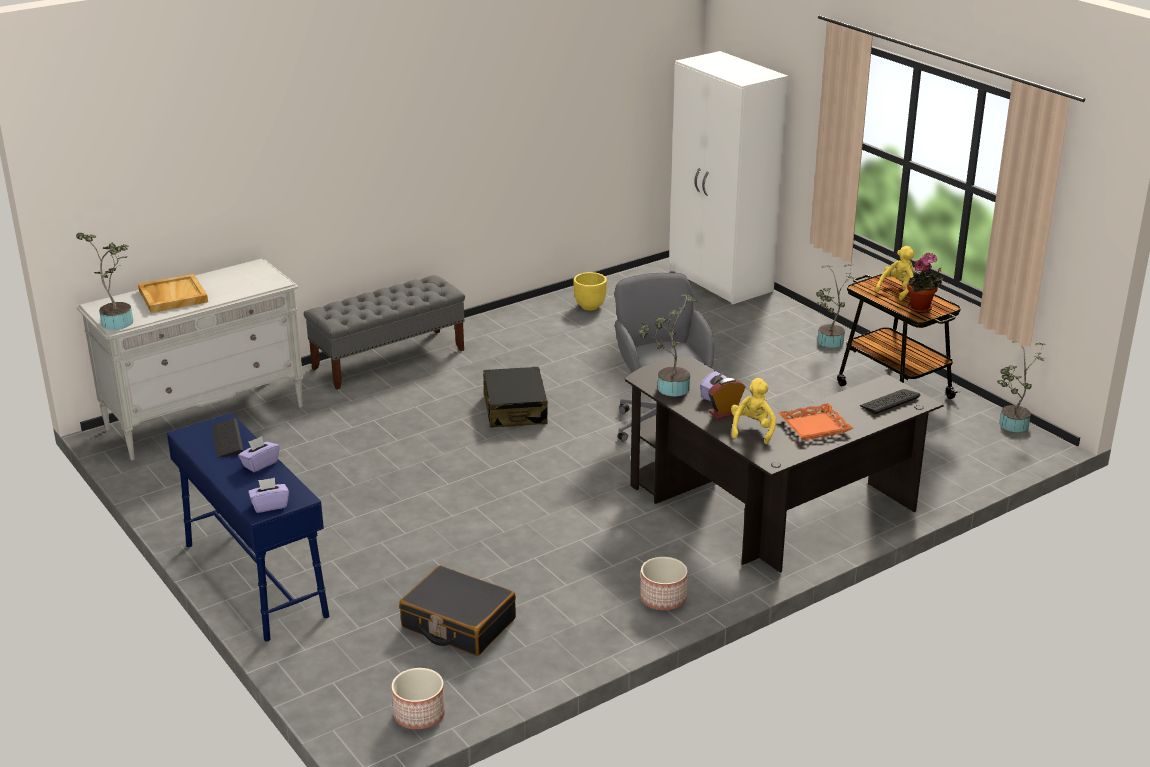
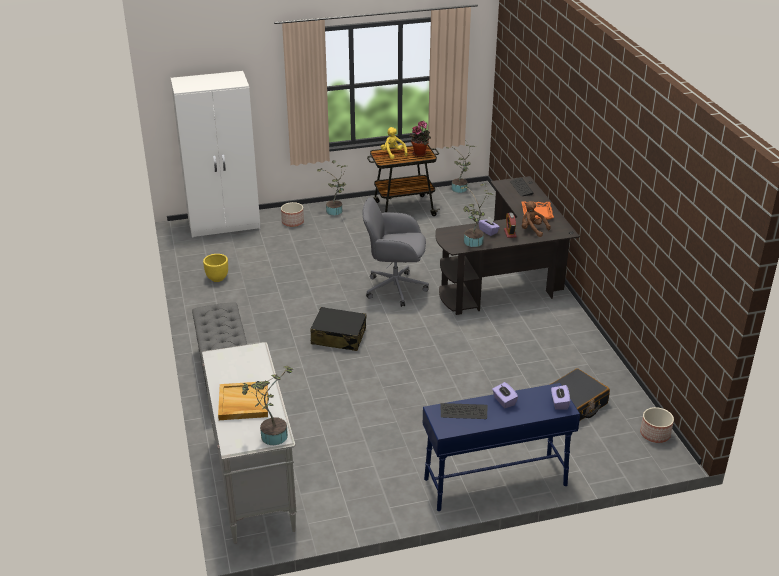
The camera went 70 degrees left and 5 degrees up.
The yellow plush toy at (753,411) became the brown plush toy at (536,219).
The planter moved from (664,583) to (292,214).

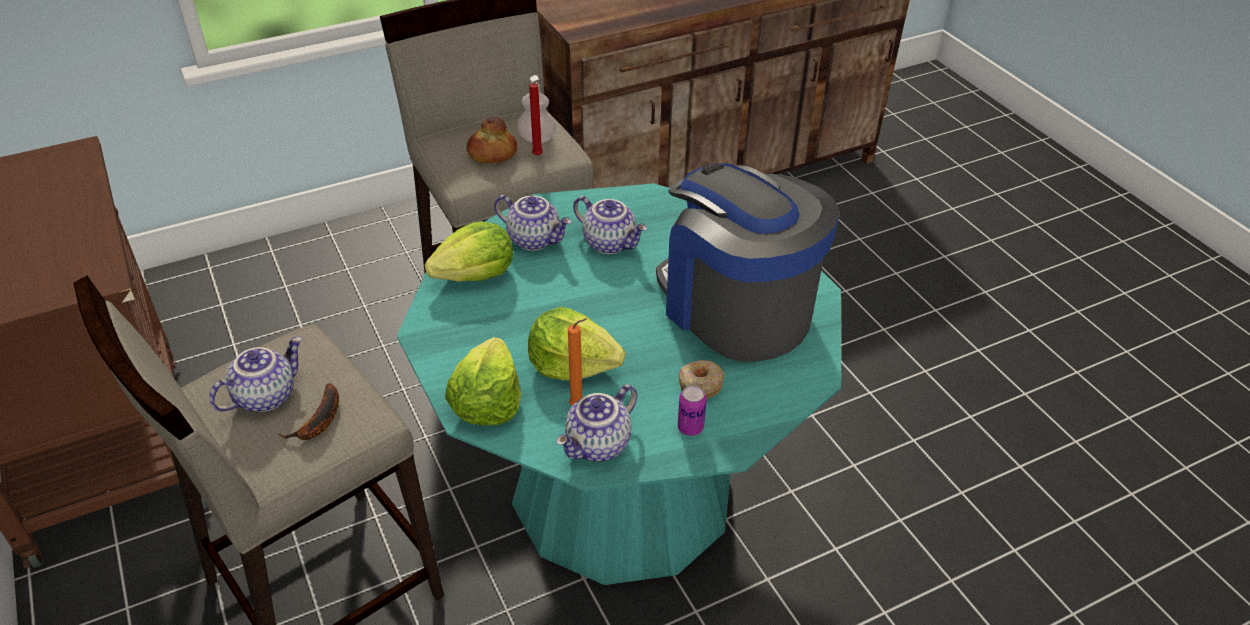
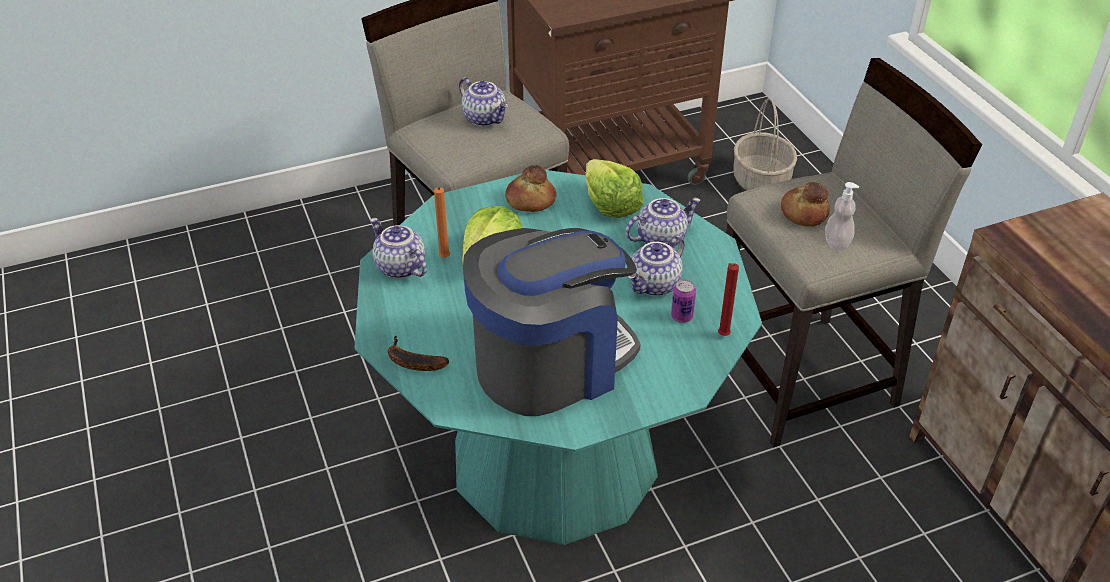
The camera went 95 degrees right and 0 degrees up.
The red candle moved from (536,117) to (728,299).
The teapot at (533,223) turned 150 degrees counterclockwise.
The lettuce at (483,381) disappeared.
The donut at (701,379) disappeared.
The banana moved from (308,412) to (418,353).
The can moved from (692,410) to (683,301).
The basket at (765,144) appeared.
The bread at (530,188) appeared.

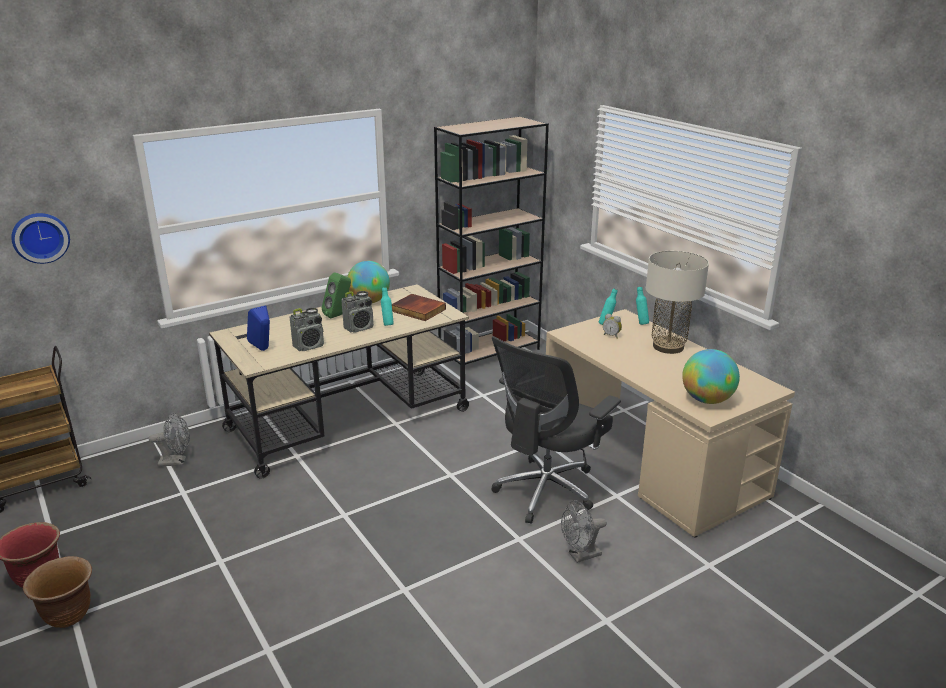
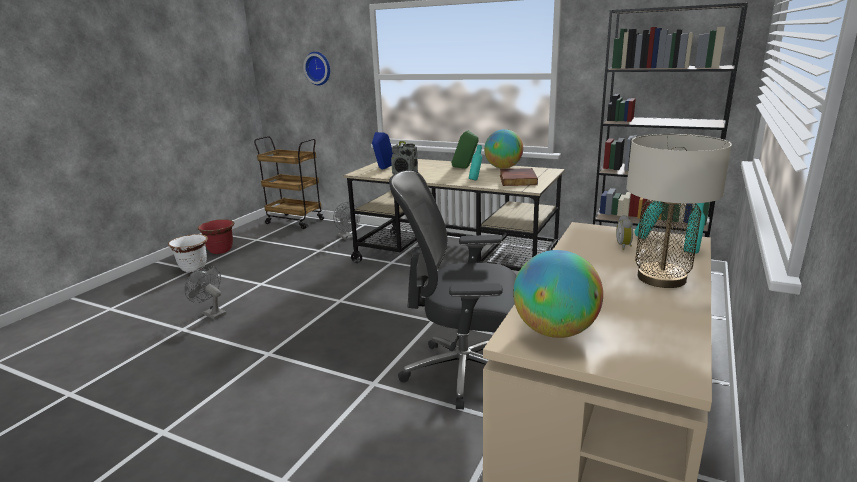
The camera went 60 degrees right and 5 degrees down.
The radio at (357,312) disappeared.
The grey fan moved from (584,531) to (205,293).
The brown planter at (57,592) became the white planter at (188,253).

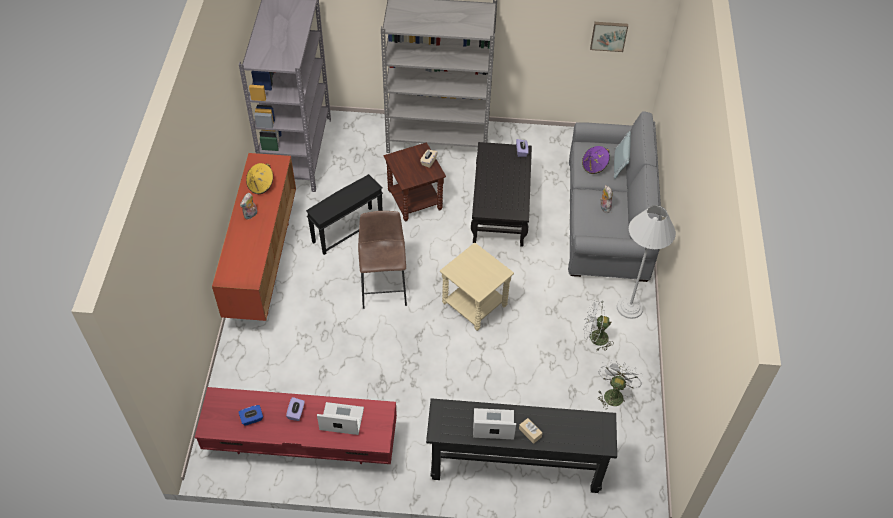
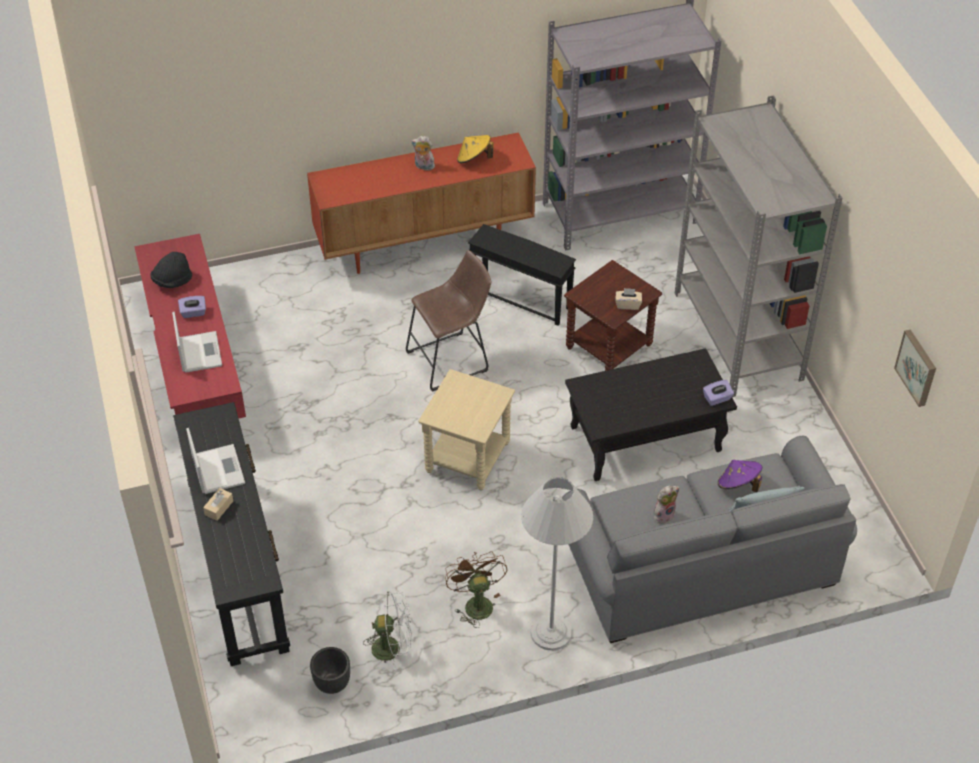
The camera went 70 degrees right and 5 degrees down.
The white fan at (599,325) became the brown fan at (476,589).
The blue tissue box at (250,415) was replaced by the black hat at (171,269).
The black planter at (330,670) appeared.

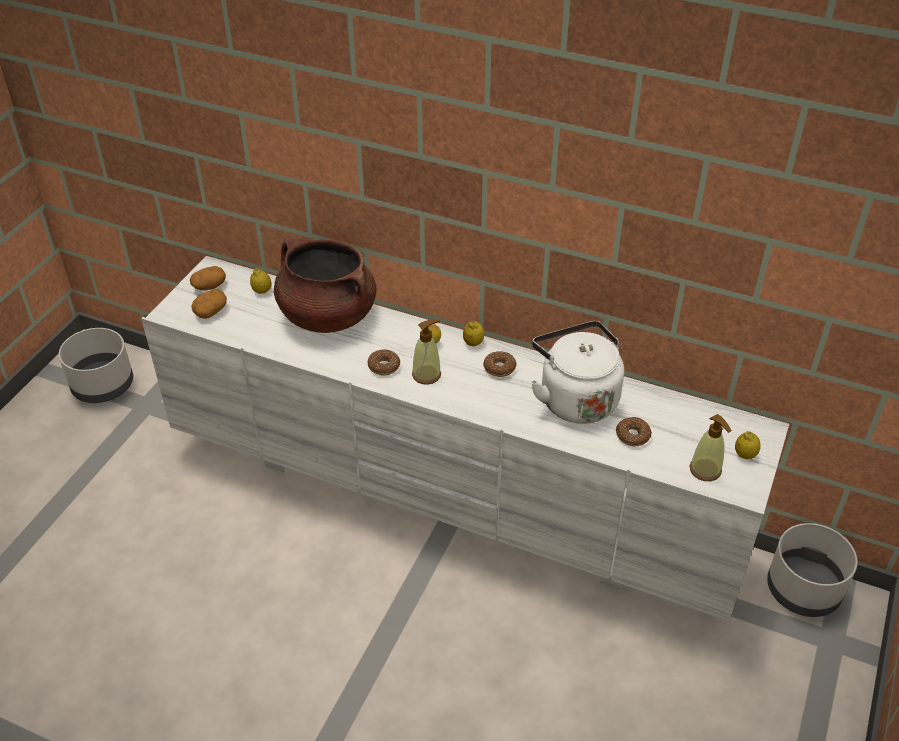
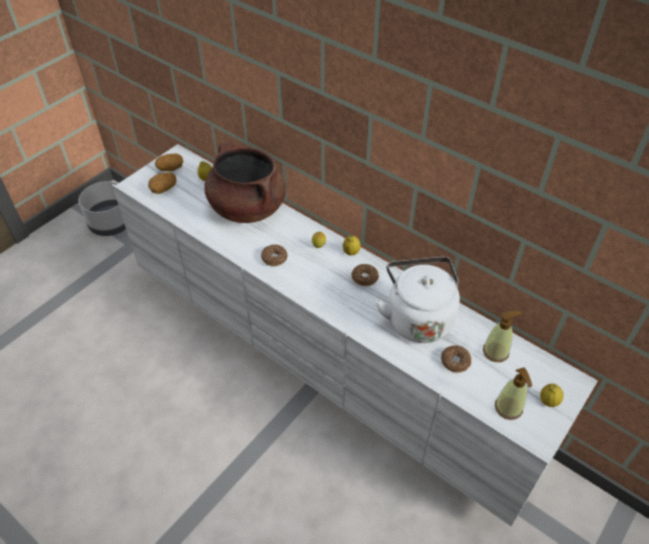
The camera went 15 degrees right and 5 degrees up.
The soap dispenser moved from (426,352) to (503,336).
The grey planter at (812,570) disappeared.

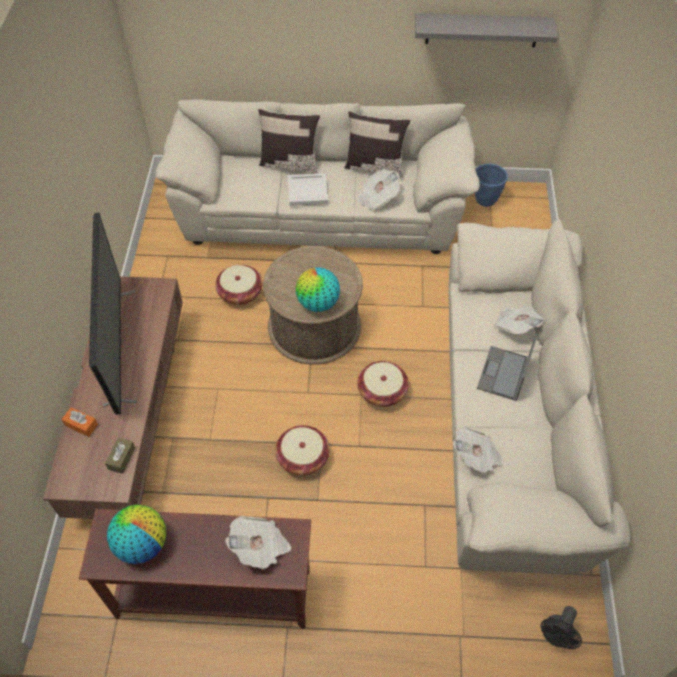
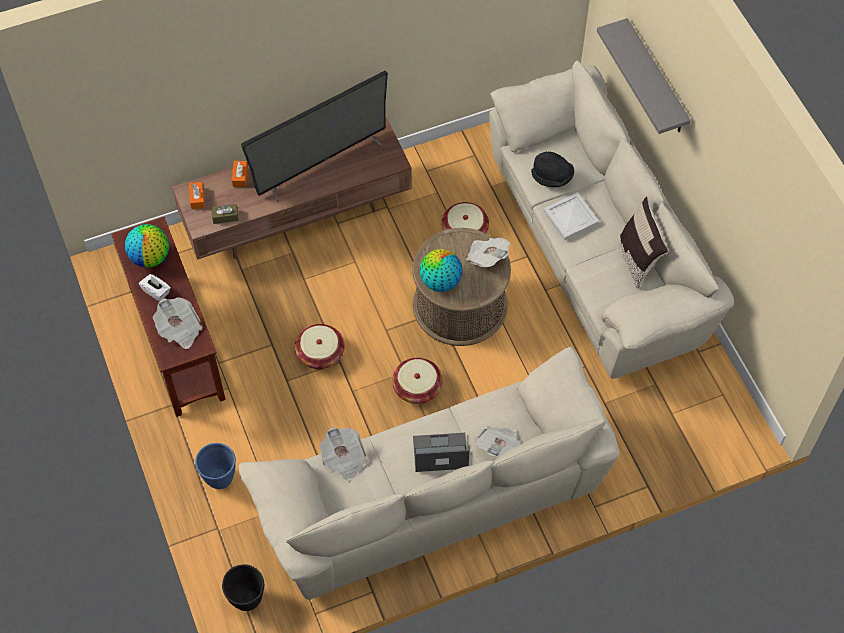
The camera went 65 degrees right and 5 degrees up.
The grey shelf moved from (486,30) to (644,76).
The pillow at (289,141) disappeared.
The blue planter moved from (491,185) to (215,466).
The newspaper moved from (378,190) to (488,252).
The black fan at (561,627) was replaced by the black planter at (243,587).
The black hat at (552,169) appeared.
The orange tissue box at (197,195) appeared.
The white tissue box at (155,288) appeared.

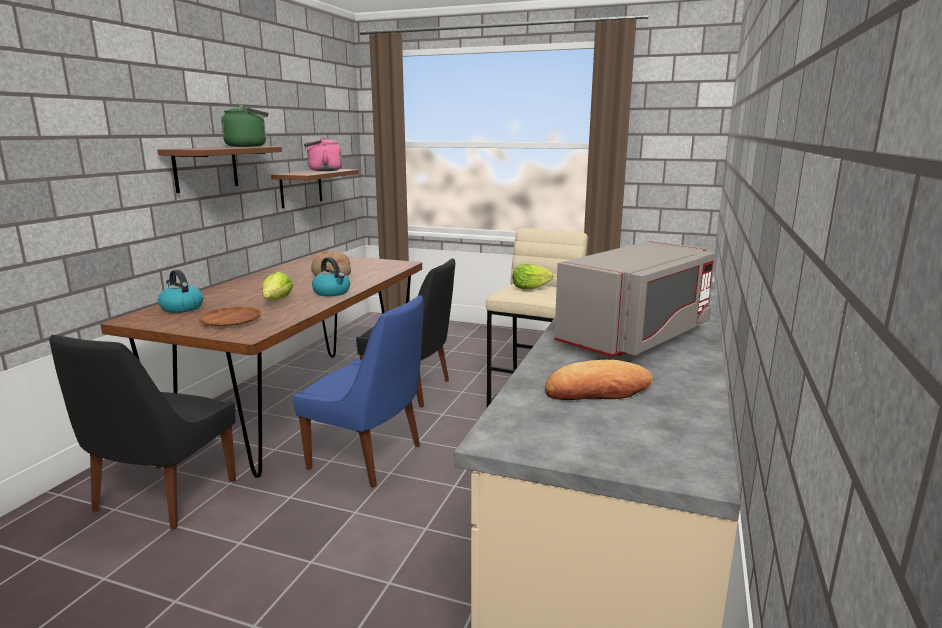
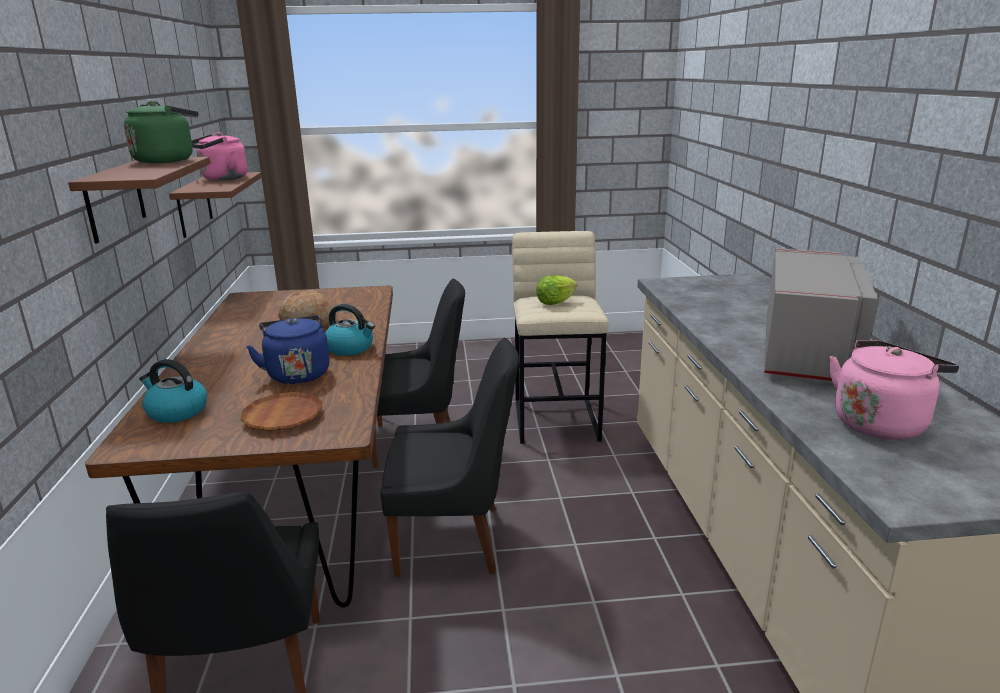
The camera went 25 degrees left and 5 degrees up.
The lettuce at (277,286) was replaced by the blue kettle at (288,349).
The blue chair at (358,391) became the black chair at (449,457).
The bread at (599,380) was replaced by the pink kettle at (894,390).

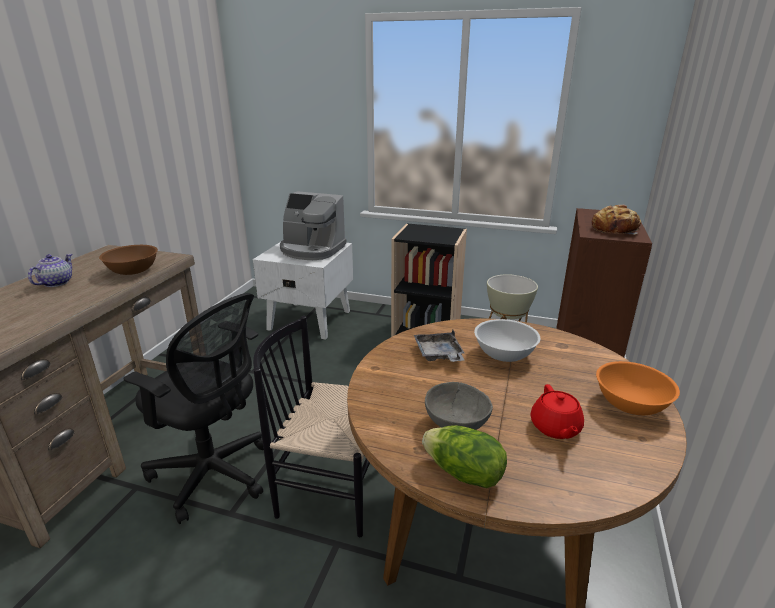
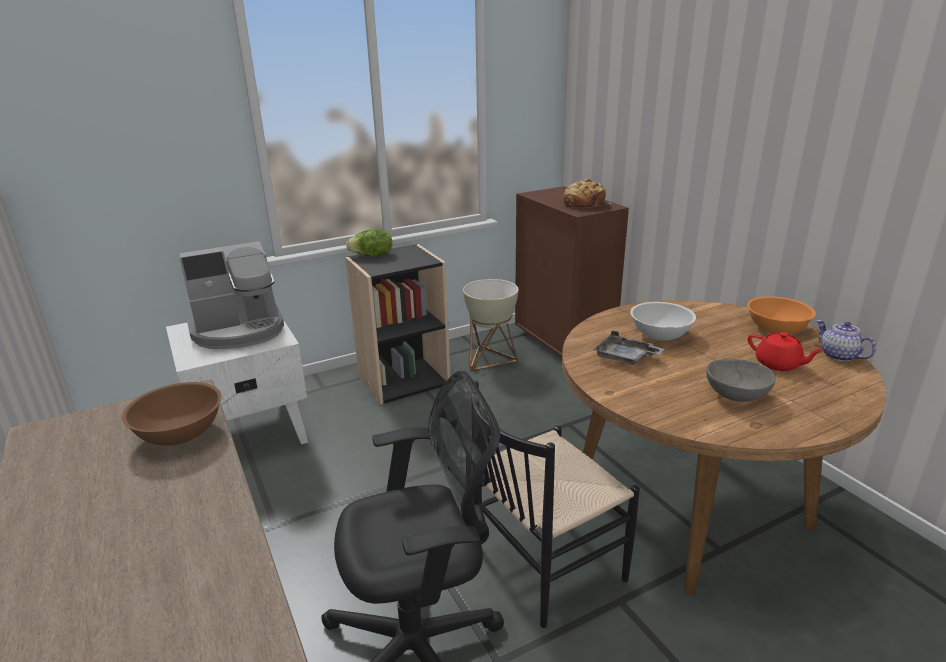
The camera went 45 degrees left and 0 degrees up.
The teapot moved from (50,270) to (846,341).
The lettuce moved from (464,456) to (369,242).

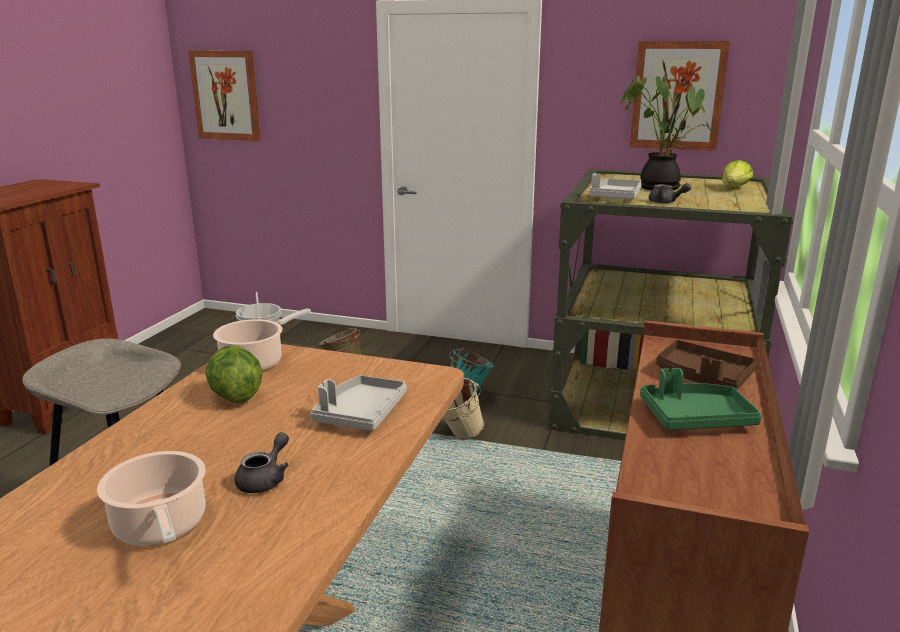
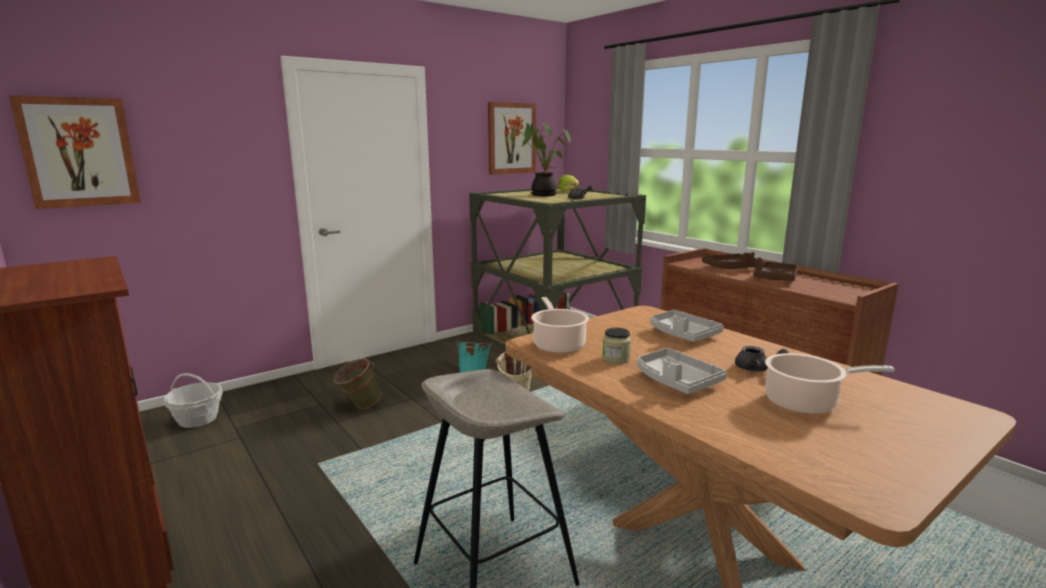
The camera went 55 degrees left and 5 degrees down.
The grey tray moved from (615,186) to (682,371).
The lettuce at (234,374) was replaced by the jar at (616,346).
The green tray at (701,399) became the brown tray at (775,269).
The grey teapot at (262,462) turned 150 degrees clockwise.

